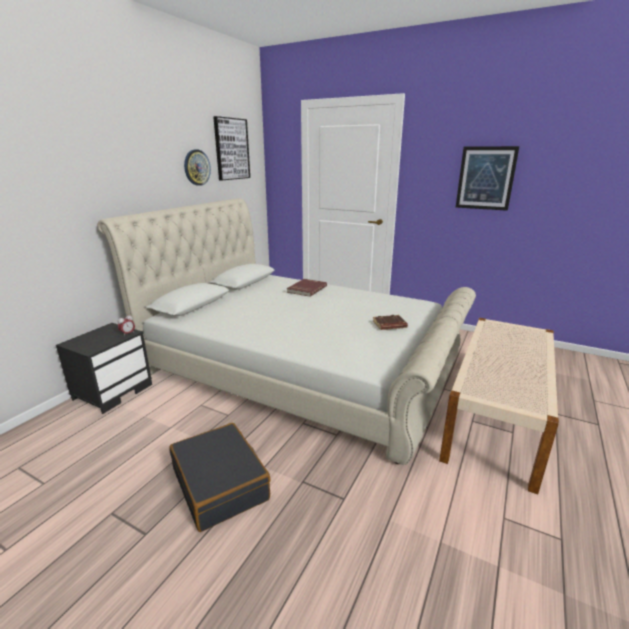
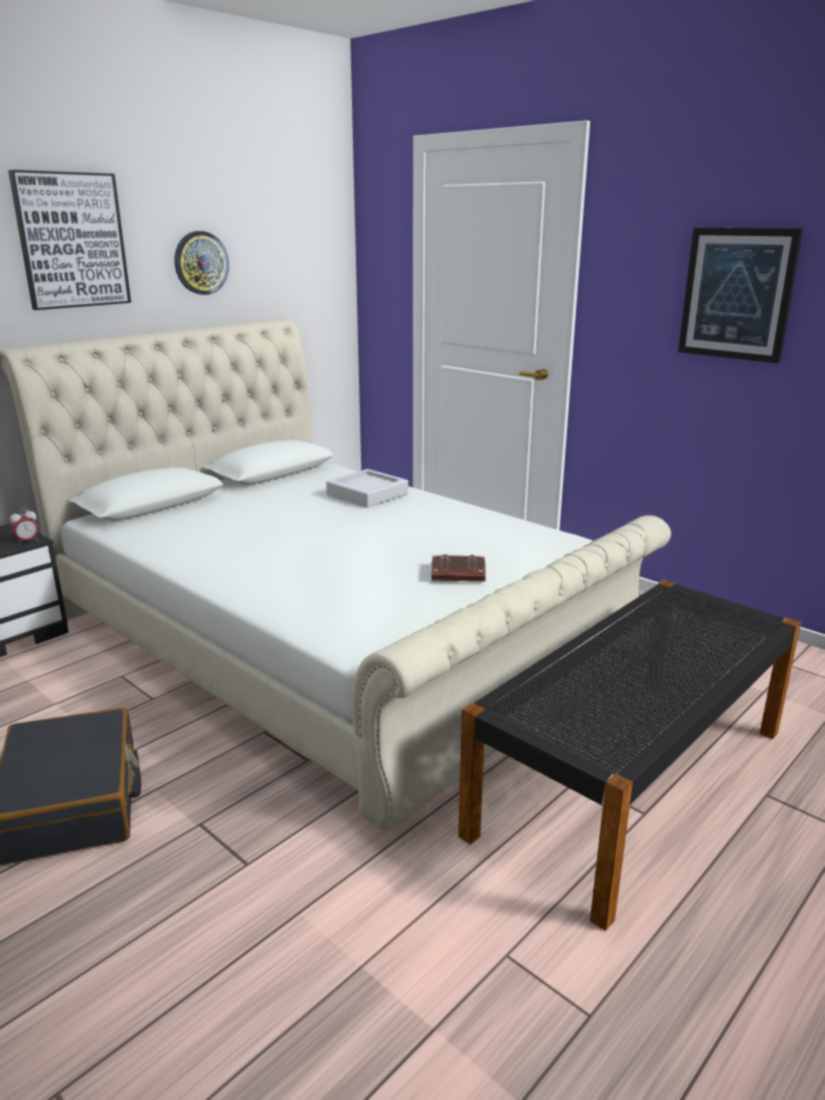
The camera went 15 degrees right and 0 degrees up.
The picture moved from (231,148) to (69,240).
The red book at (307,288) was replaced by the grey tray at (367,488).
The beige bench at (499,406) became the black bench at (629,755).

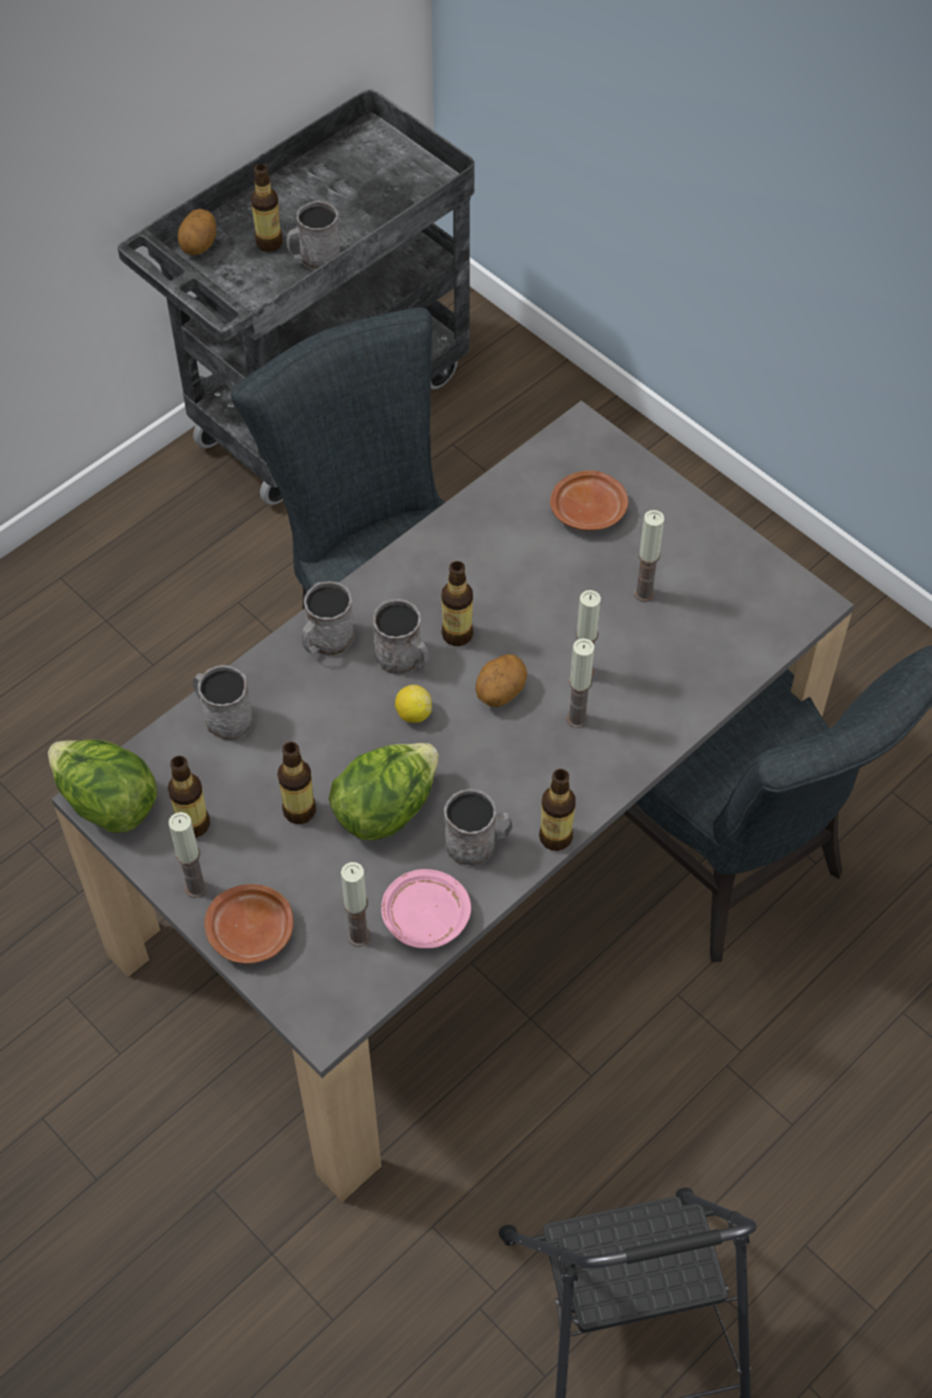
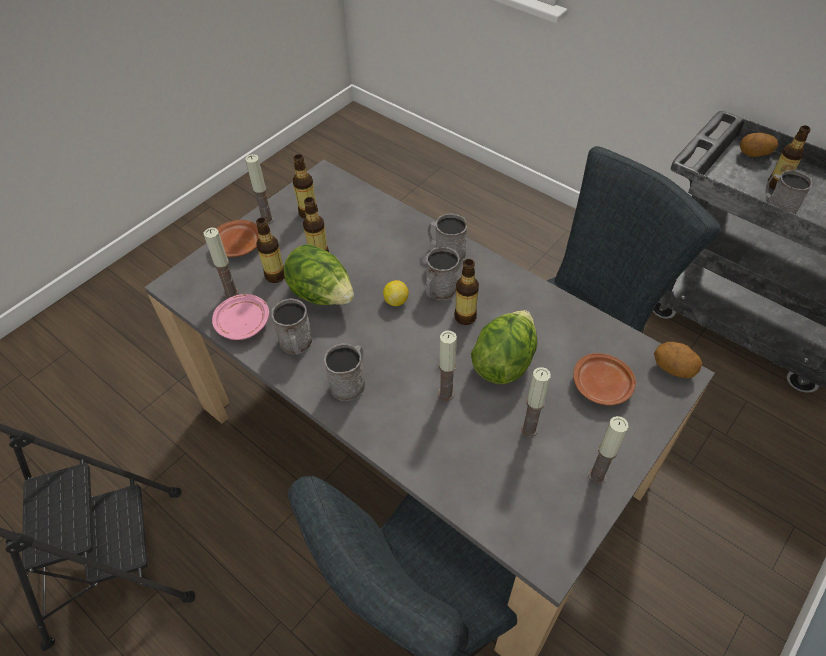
The camera went 85 degrees right and 5 degrees down.
The candle moved from (580,683) to (608,450).
The potato moved from (501,680) to (678,360).
The grey mug moved from (223,703) to (344,372).
The lettuce moved from (102,786) to (504,347).
The bottle moved from (557,810) to (270,250).

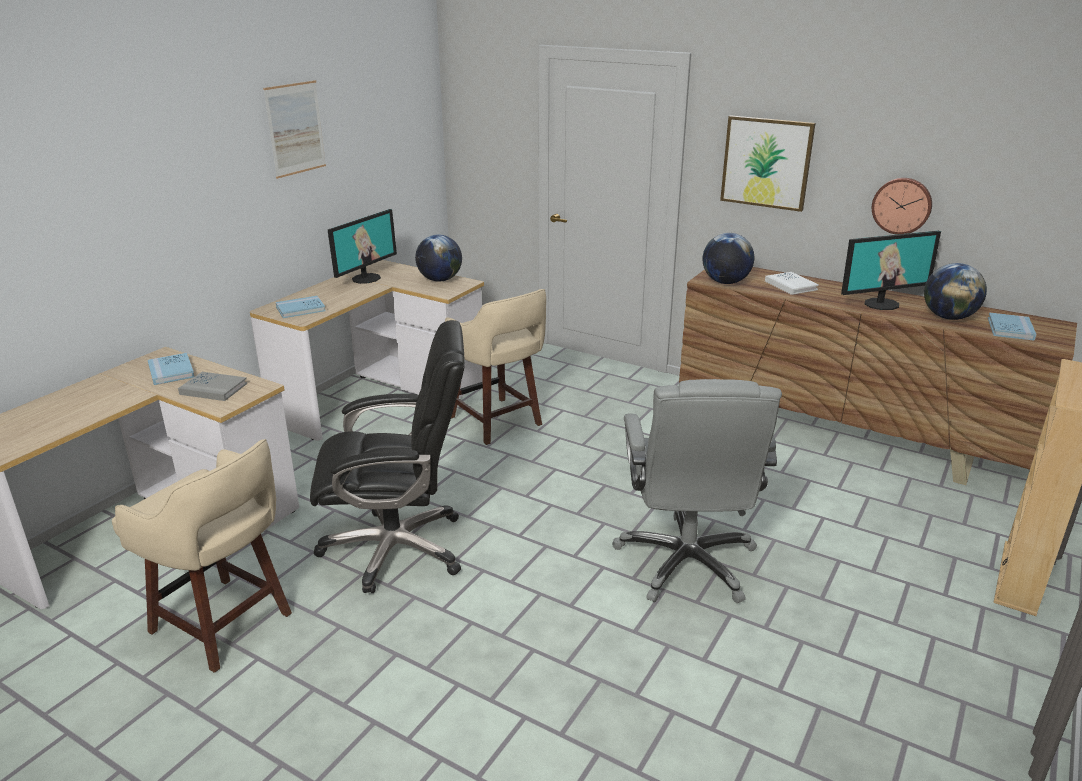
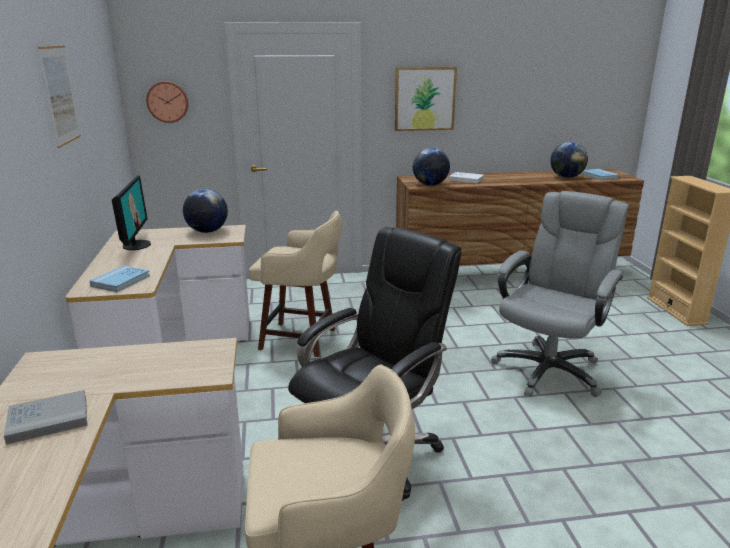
The camera went 40 degrees left and 5 degrees down.
The wall clock moved from (902,206) to (167,102).
The monitor at (891,270) disappeared.
The blue book at (171,369) disappeared.
The grey book moved from (212,386) to (45,417).
The grey office chair at (697,491) turned 105 degrees counterclockwise.

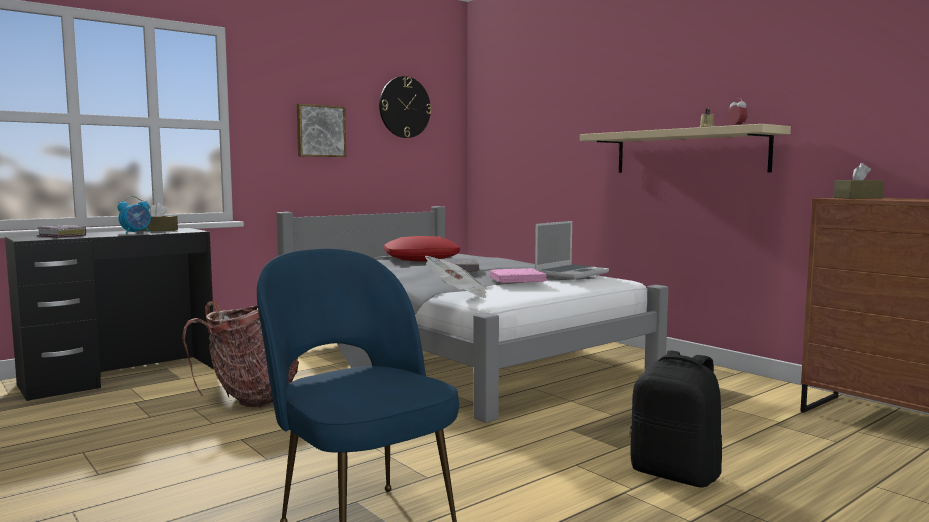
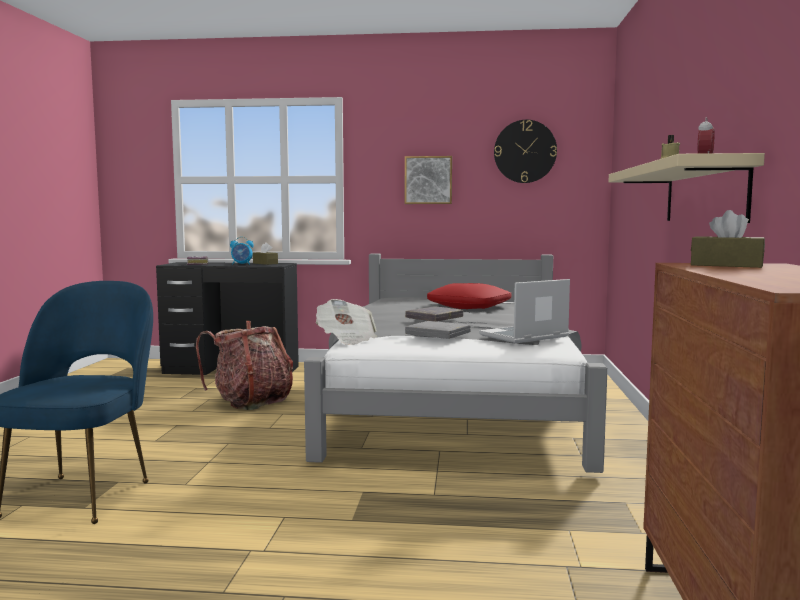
The camera went 45 degrees right and 0 degrees up.
The laptop at (572,250) turned 150 degrees clockwise.
The pink book at (518,275) became the grey book at (438,330).
The black backpack at (676,419) disappeared.

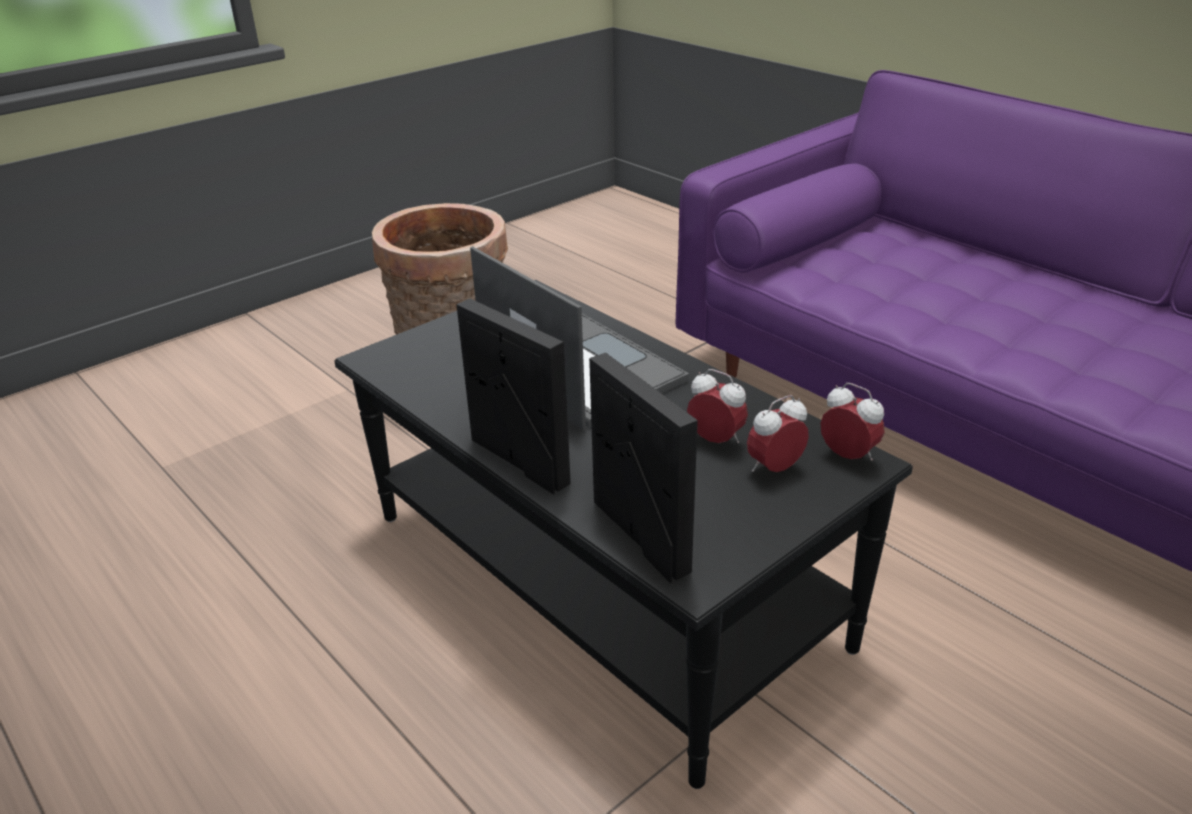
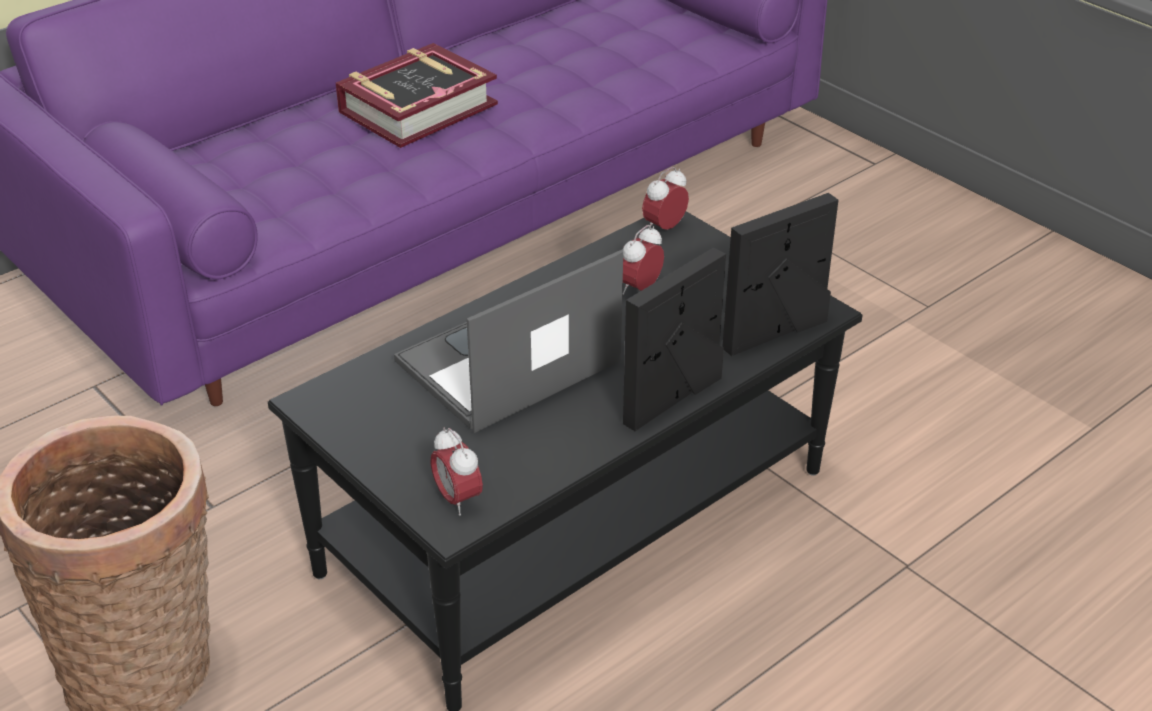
The camera went 90 degrees left and 5 degrees up.
The alarm clock moved from (778,433) to (457,471).
The book at (417,95) appeared.

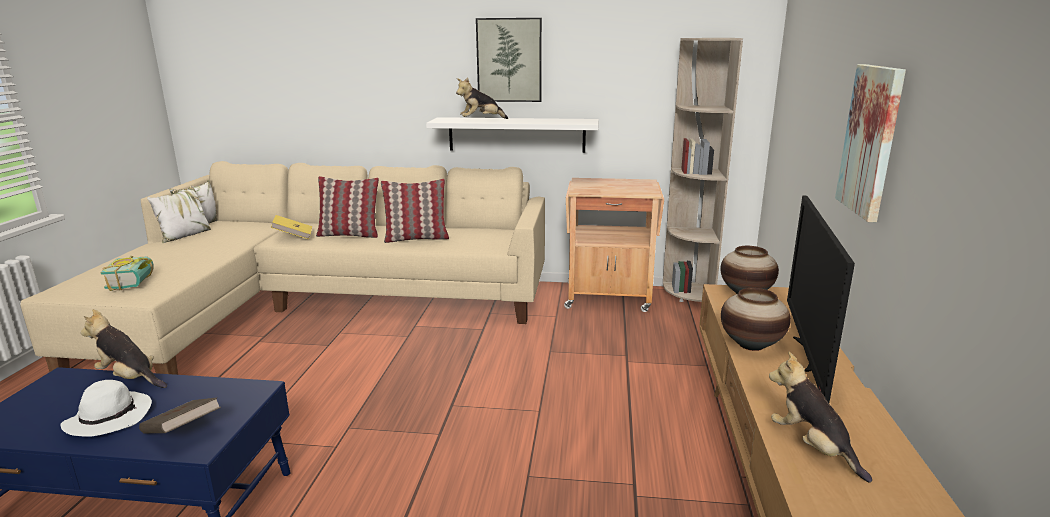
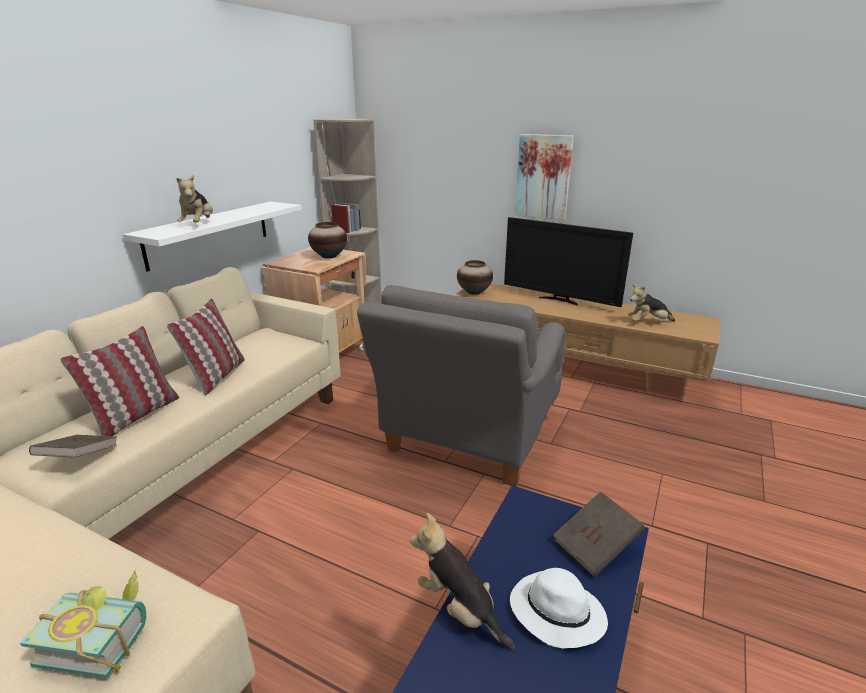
The camera went 70 degrees left and 5 degrees up.
The picture at (509,60) disappeared.
The yellow book at (291,227) became the brown book at (73,446).
The vase moved from (756,319) to (327,240).
The plush toy at (124,348) turned 90 degrees clockwise.
The grey armchair at (461,386) appeared.

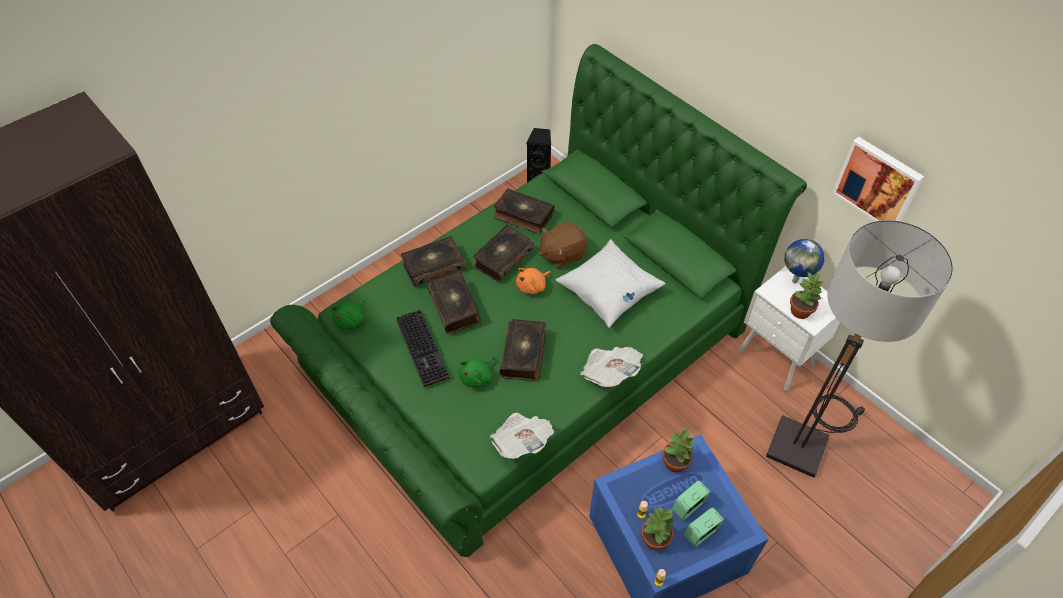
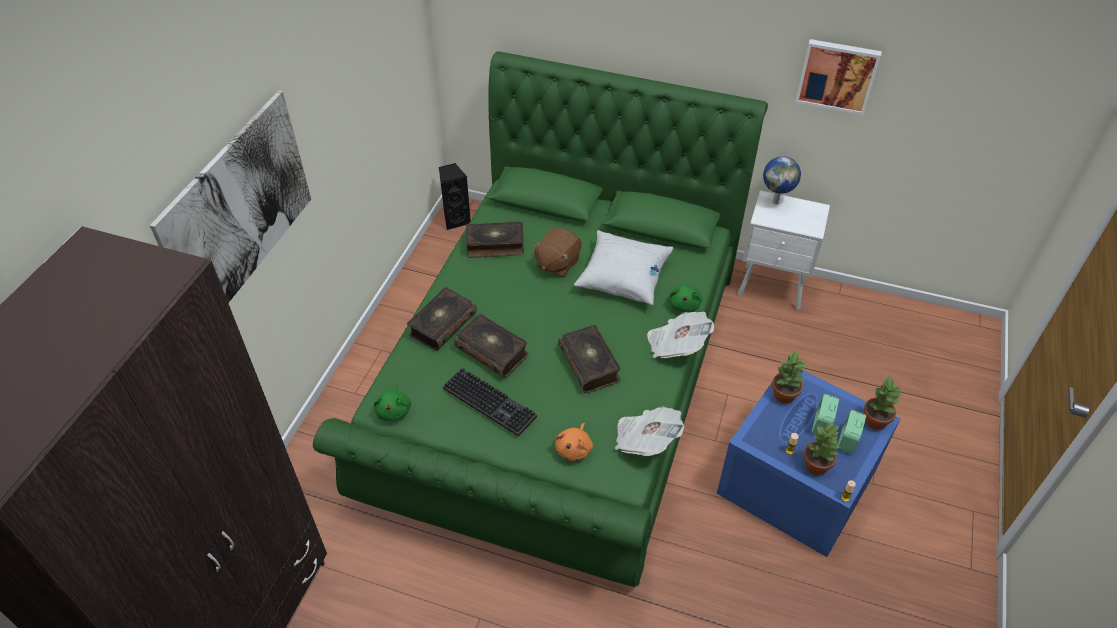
The camera went 30 degrees left and 5 degrees down.
The floor lamp at (859,349) disappeared.
The book at (503,253) disappeared.
The orange plush toy moved from (533,281) to (574,442).
The potted plant moved from (806,295) to (884,403).
The green plush toy moved from (477,372) to (685,297).
The picture at (230,196) appeared.

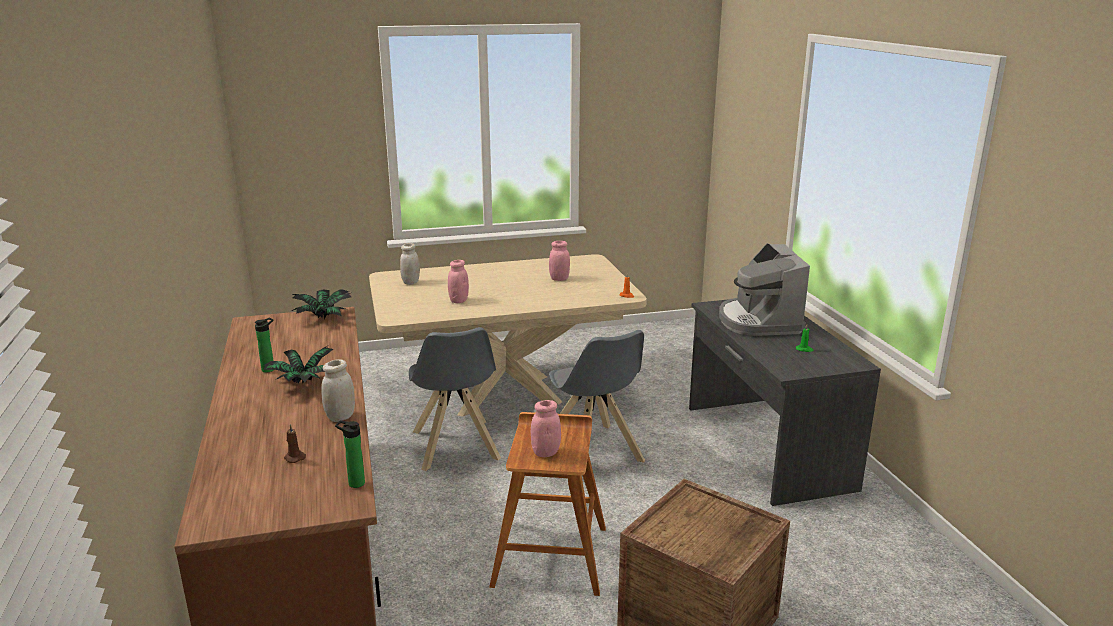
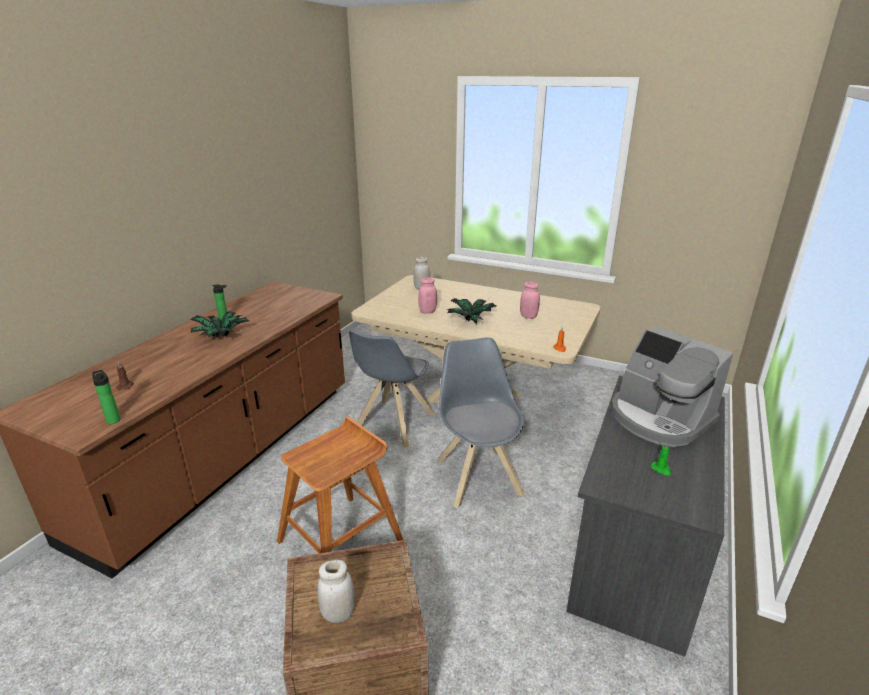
The camera went 40 degrees right and 5 degrees up.
The coffee machine at (764,289) turned 75 degrees counterclockwise.
The potted plant moved from (321,304) to (471,311).
The grey chair at (597,396) turned 150 degrees clockwise.
The white jar moved from (338,390) to (336,591).
The pink jar at (546,428) disappeared.

